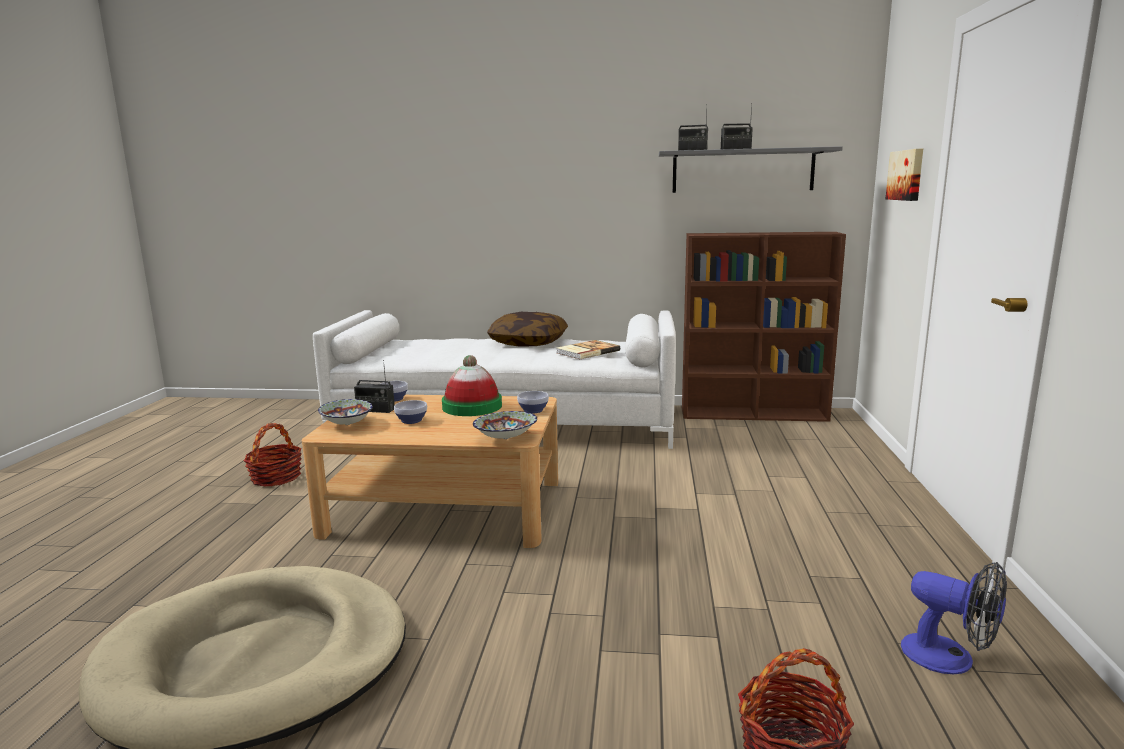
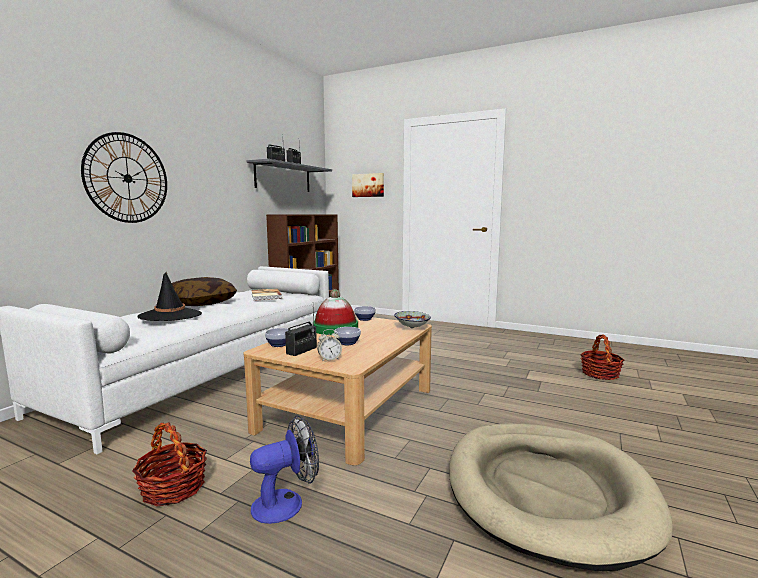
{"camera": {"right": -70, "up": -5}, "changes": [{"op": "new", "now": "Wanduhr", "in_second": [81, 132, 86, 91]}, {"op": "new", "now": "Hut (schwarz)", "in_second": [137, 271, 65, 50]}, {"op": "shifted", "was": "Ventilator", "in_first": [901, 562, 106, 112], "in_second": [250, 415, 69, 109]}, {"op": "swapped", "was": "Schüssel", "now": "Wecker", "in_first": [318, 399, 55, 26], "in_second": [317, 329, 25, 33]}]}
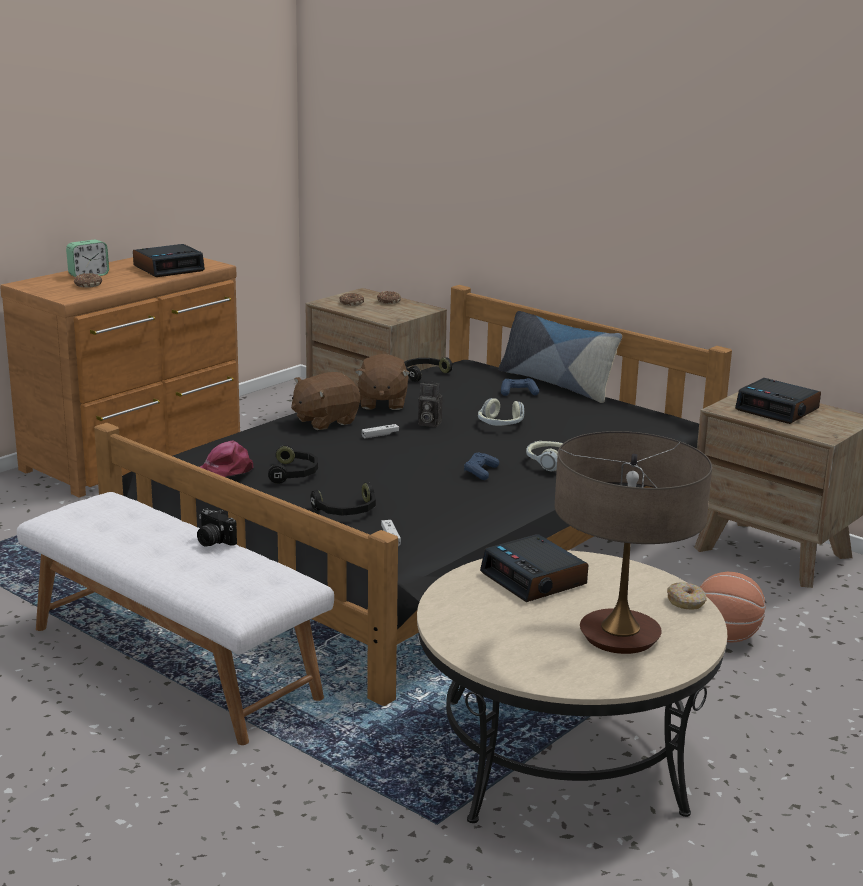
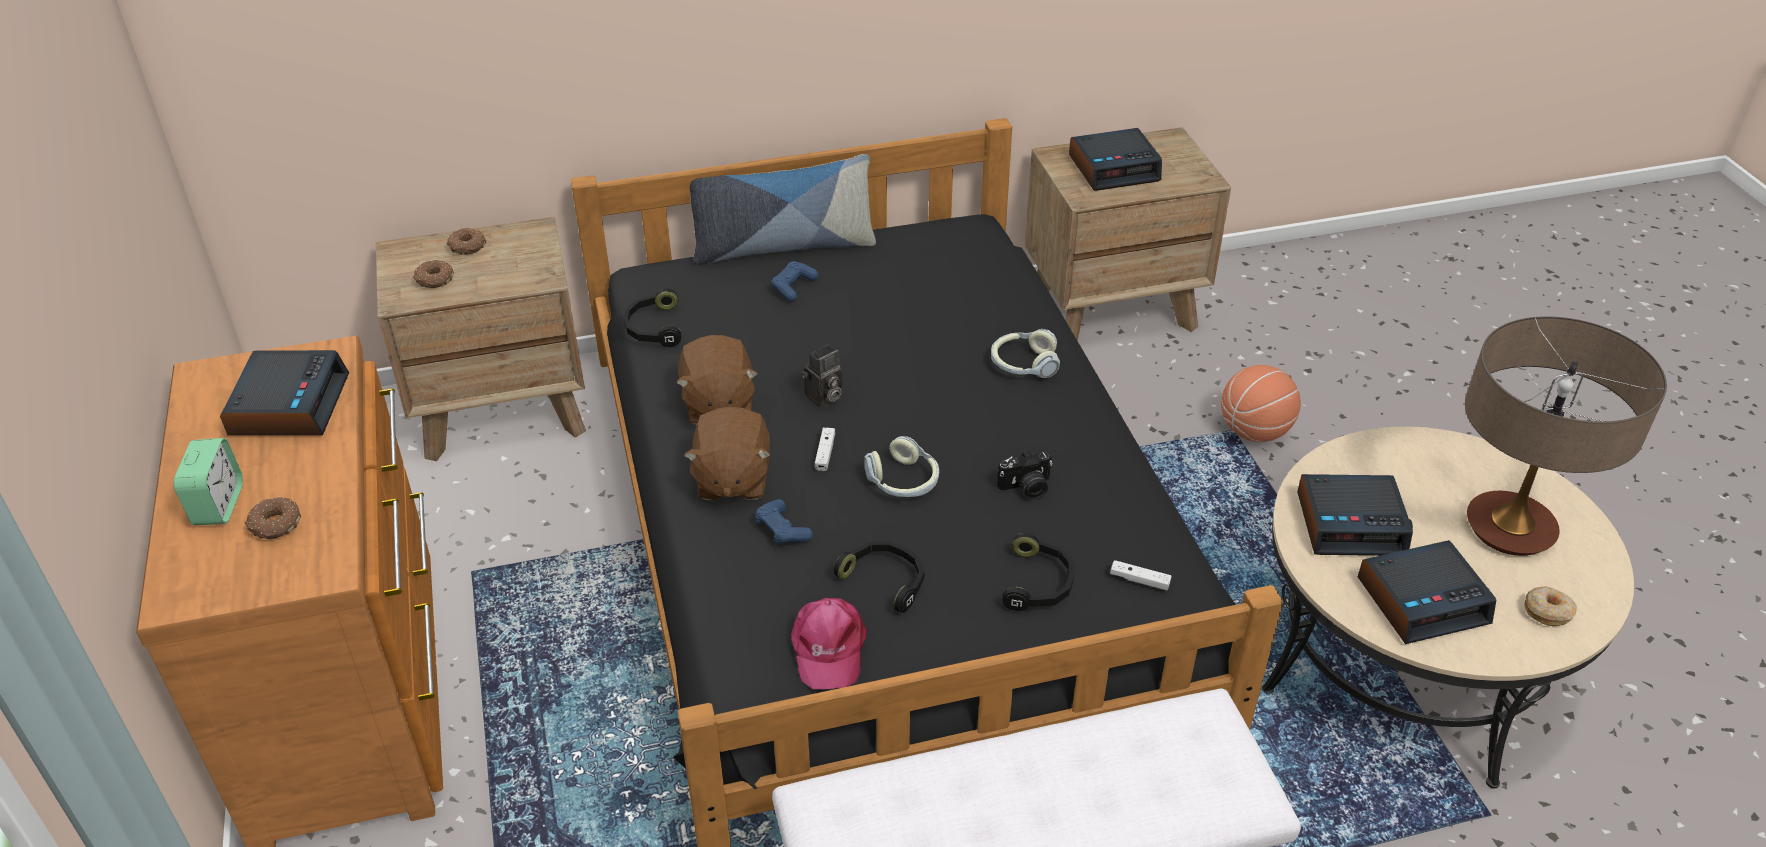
{"camera": {"right": -55, "up": 20}, "changes": [{"op": "new", "now": "Wecker", "in_second": [1358, 540, 138, 104]}, {"op": "shifted", "was": "Kamera", "in_first": [197, 508, 40, 39], "in_second": [997, 451, 56, 49]}, {"op": "shifted", "was": "Gamepad (blau)", "in_first": [464, 452, 35, 28], "in_second": [755, 499, 58, 46]}, {"op": "shifted", "was": "Kopfhörer", "in_first": [478, 398, 46, 28], "in_second": [864, 436, 75, 61]}, {"op": "shifted", "was": "Donut", "in_first": [667, 582, 40, 28], "in_second": [1524, 586, 53, 40]}, {"op": "rotated", "was": "Plüschtier (braun)", "in_first": [355, 354, 55, 56], "in_second": [676, 335, 82, 90], "clockwise": 45}]}
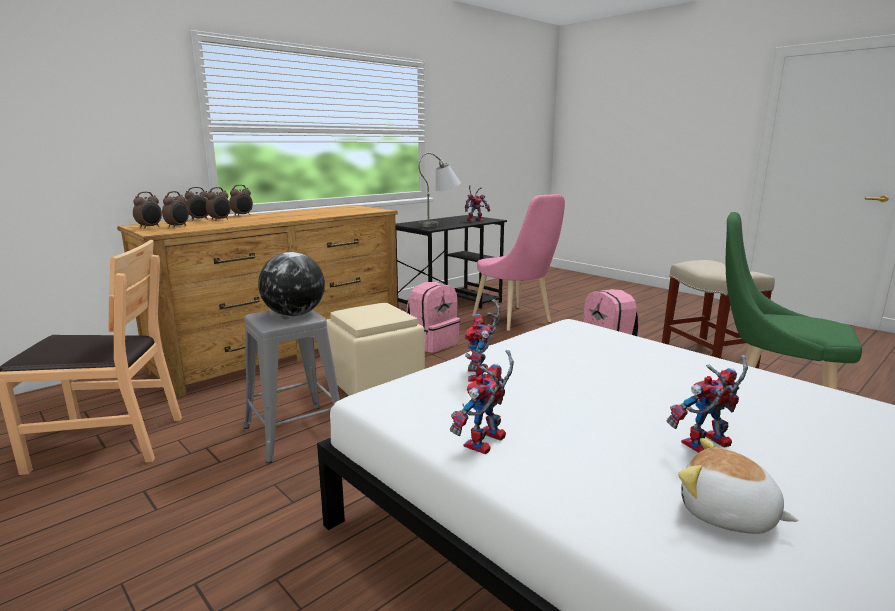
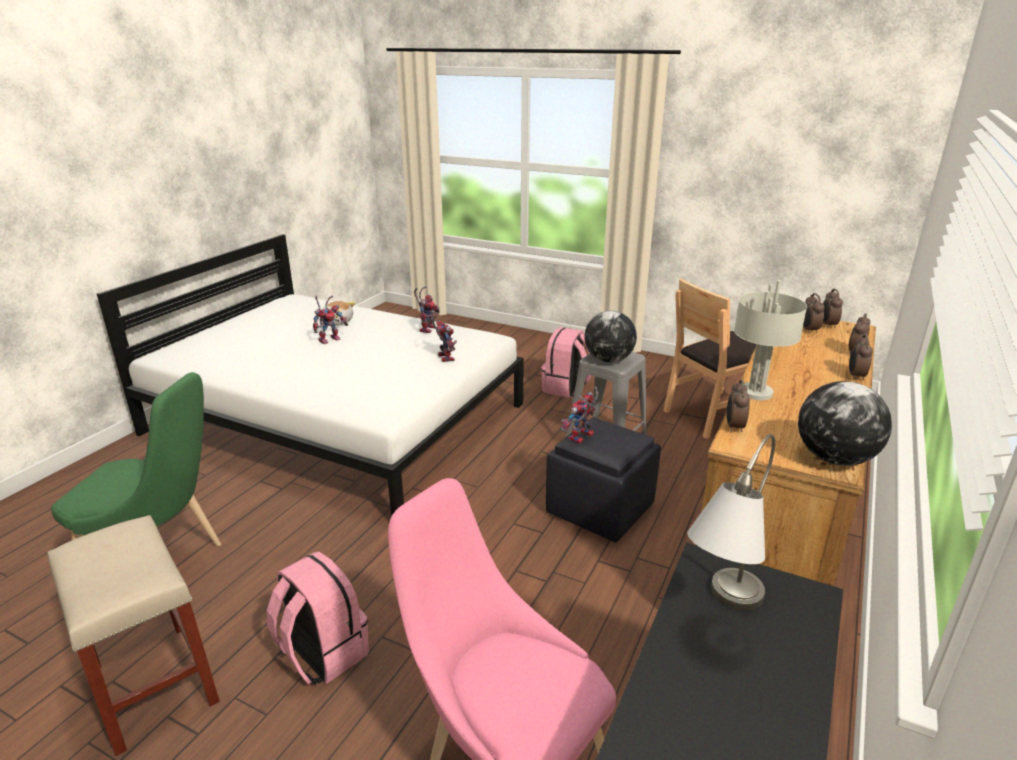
{"camera": {"right": 160, "up": 10}, "changes": [{"op": "new", "now": "Tischlampe (grau)", "in_second": [734, 280, 73, 120]}, {"op": "new", "now": "Globus", "in_second": [798, 381, 94, 85]}, {"op": "shifted", "was": "Wecker", "in_first": [206, 187, 25, 34], "in_second": [727, 380, 23, 53]}, {"op": "shifted", "was": "Rucksack (rosa)", "in_first": [406, 282, 54, 71], "in_second": [541, 327, 50, 71]}, {"op": "shifted", "was": "Spielzeugroboter", "in_first": [465, 185, 25, 37], "in_second": [560, 387, 39, 57]}, {"op": "repainted", "was": "Polsterhocker (beige)", "now": "Polsterhocker (schwarz)", "in_first": [326, 303, 99, 93], "in_second": [546, 417, 115, 125]}]}
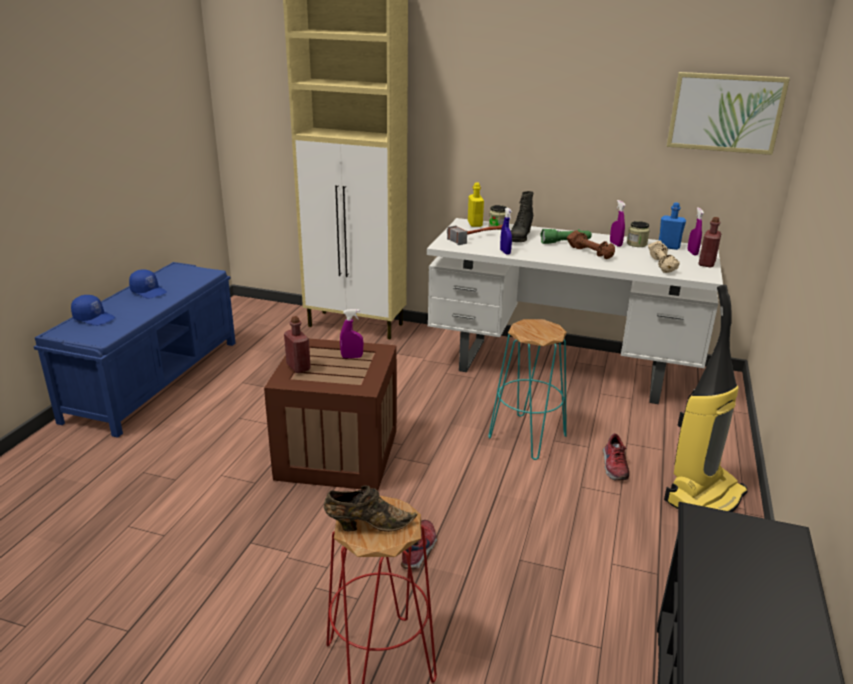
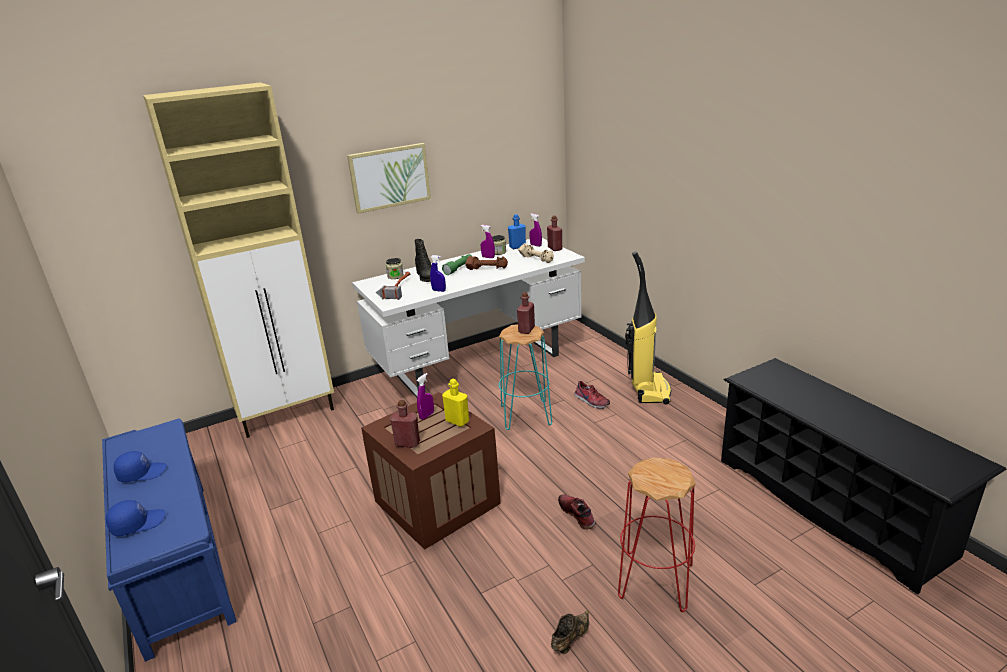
{"camera": {"right": -45, "up": 0}, "changes": [{"op": "new", "now": "Flasche (rot)", "in_second": [517, 292, 18, 42]}, {"op": "shifted", "was": "Schuh (braun)", "in_first": [324, 485, 94, 47], "in_second": [551, 610, 38, 44]}, {"op": "shifted", "was": "Flasche (gelb)", "in_first": [468, 183, 16, 44], "in_second": [442, 379, 27, 48]}, {"op": "shifted", "was": "Bild", "in_first": [667, 72, 123, 83], "in_second": [347, 143, 84, 71]}]}
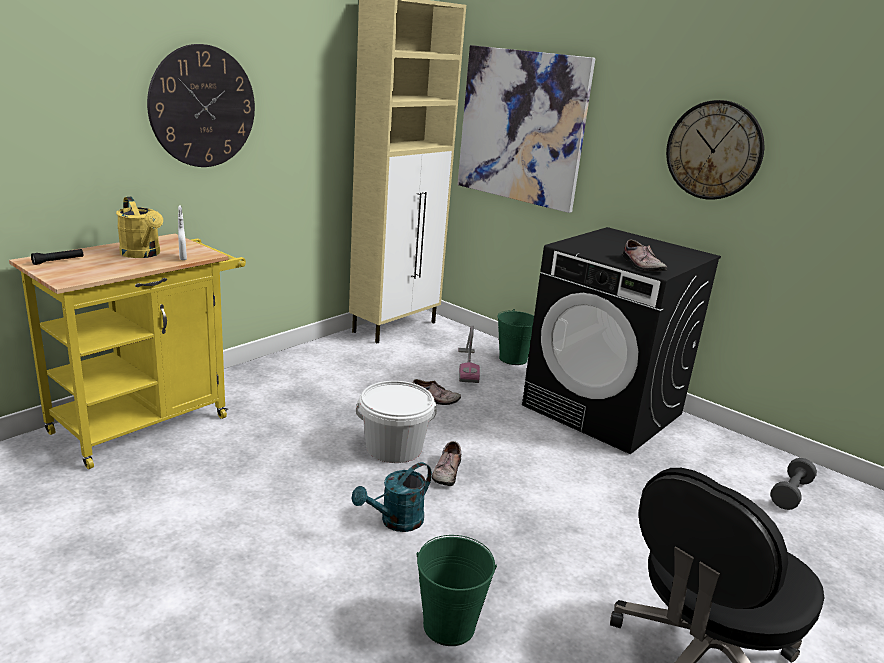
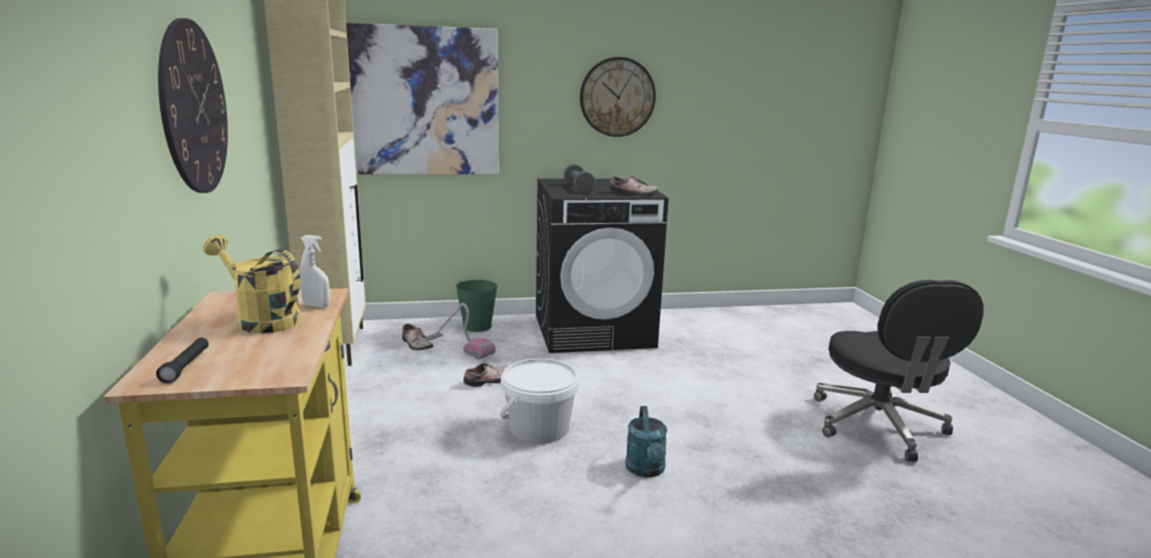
{"camera": {"right": -50, "up": -5}, "changes": [{"op": "gone", "was": "Eimer (grün)", "in_first": [417, 535, 80, 111]}, {"op": "shifted", "was": "Schuh", "in_first": [432, 441, 29, 45], "in_second": [402, 324, 31, 26]}, {"op": "shifted", "was": "Hantel (grau)", "in_first": [770, 458, 47, 52], "in_second": [564, 164, 32, 30]}, {"op": "rotated", "was": "Gießkanne (gelb)", "in_first": [116, 197, 47, 61], "in_second": [203, 235, 98, 98], "clockwise": -150}]}
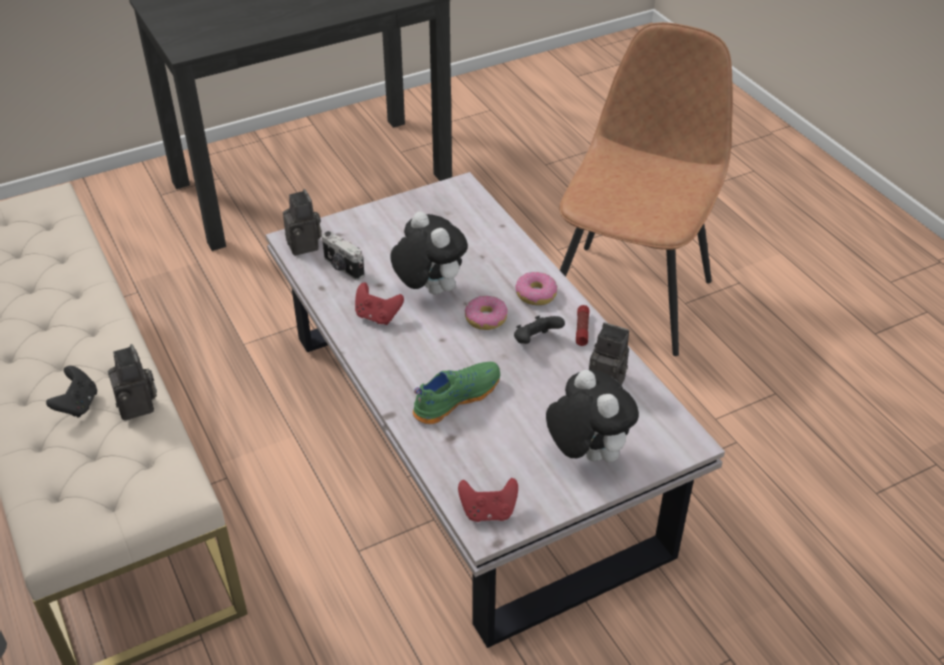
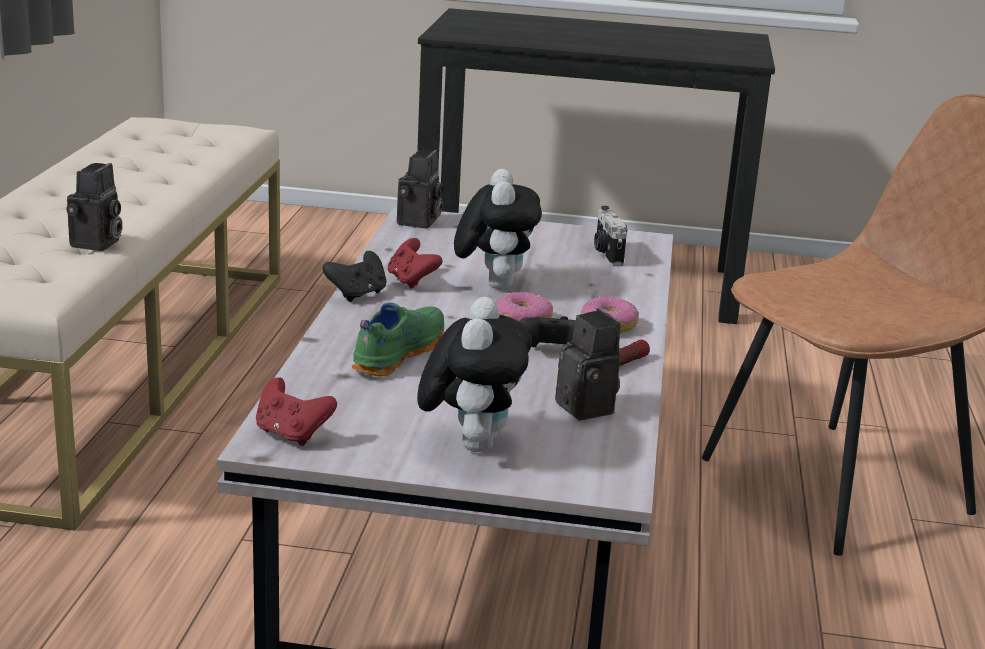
{"camera": {"right": 35, "up": -20}, "changes": [{"op": "shifted", "was": "Gamepad (schwarz)", "in_first": [46, 366, 51, 52], "in_second": [322, 251, 65, 51]}, {"op": "shifted", "was": "Kamera", "in_first": [322, 231, 43, 49], "in_second": [594, 206, 33, 60]}, {"op": "rotated", "was": "Schuh (grün)", "in_first": [413, 362, 87, 62], "in_second": [352, 302, 92, 75], "clockwise": -60}]}
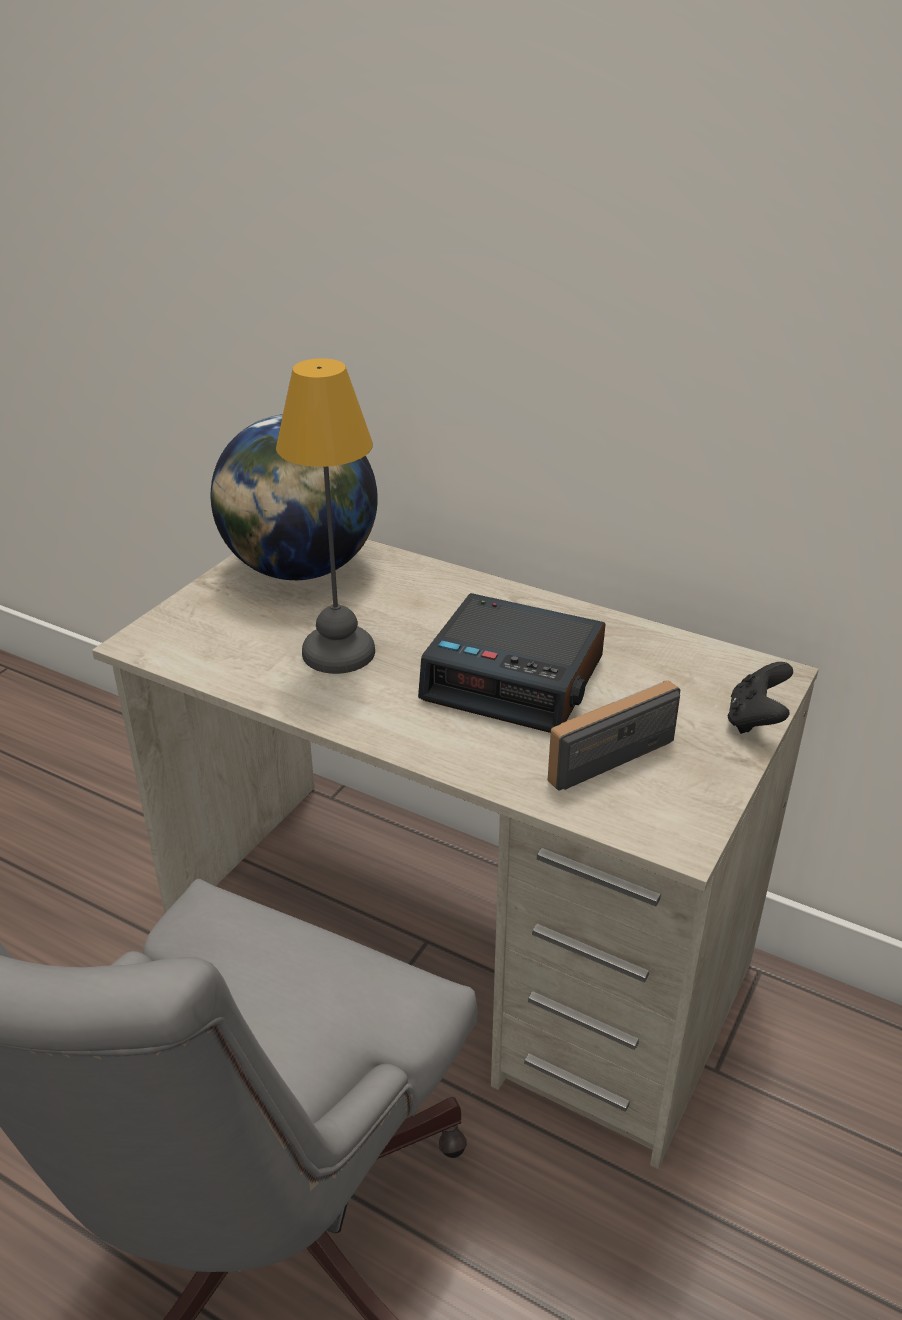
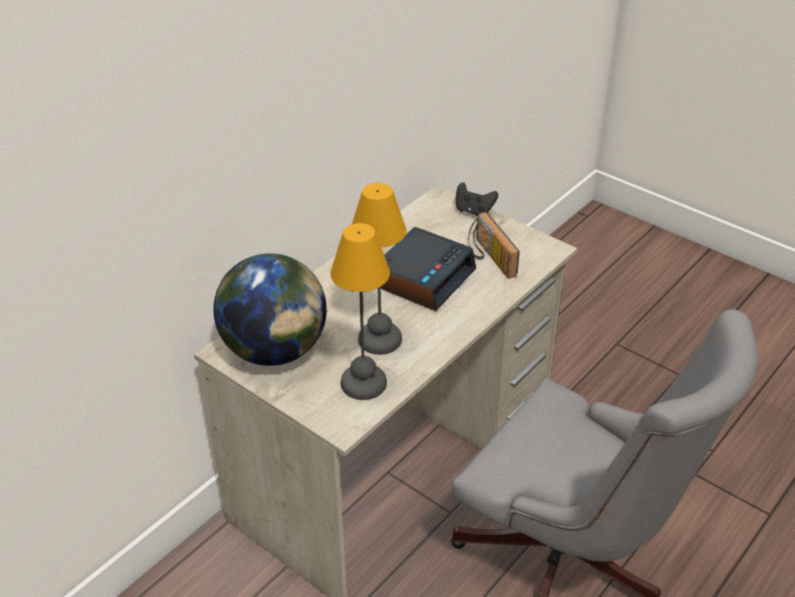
{"camera": {"right": -80, "up": 5}, "changes": [{"op": "new", "now": "Tischlampe", "in_second": [330, 223, 60, 177]}]}
